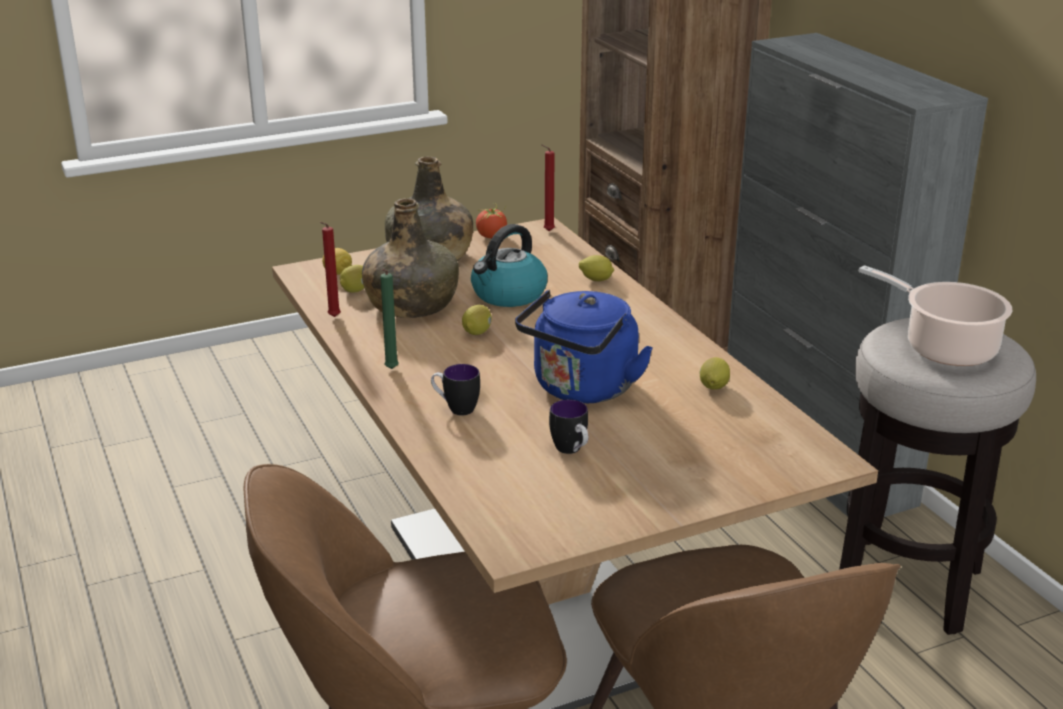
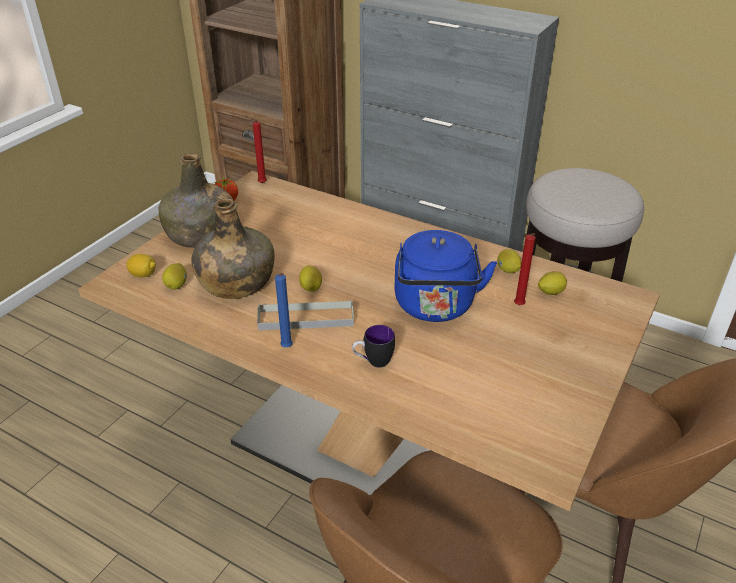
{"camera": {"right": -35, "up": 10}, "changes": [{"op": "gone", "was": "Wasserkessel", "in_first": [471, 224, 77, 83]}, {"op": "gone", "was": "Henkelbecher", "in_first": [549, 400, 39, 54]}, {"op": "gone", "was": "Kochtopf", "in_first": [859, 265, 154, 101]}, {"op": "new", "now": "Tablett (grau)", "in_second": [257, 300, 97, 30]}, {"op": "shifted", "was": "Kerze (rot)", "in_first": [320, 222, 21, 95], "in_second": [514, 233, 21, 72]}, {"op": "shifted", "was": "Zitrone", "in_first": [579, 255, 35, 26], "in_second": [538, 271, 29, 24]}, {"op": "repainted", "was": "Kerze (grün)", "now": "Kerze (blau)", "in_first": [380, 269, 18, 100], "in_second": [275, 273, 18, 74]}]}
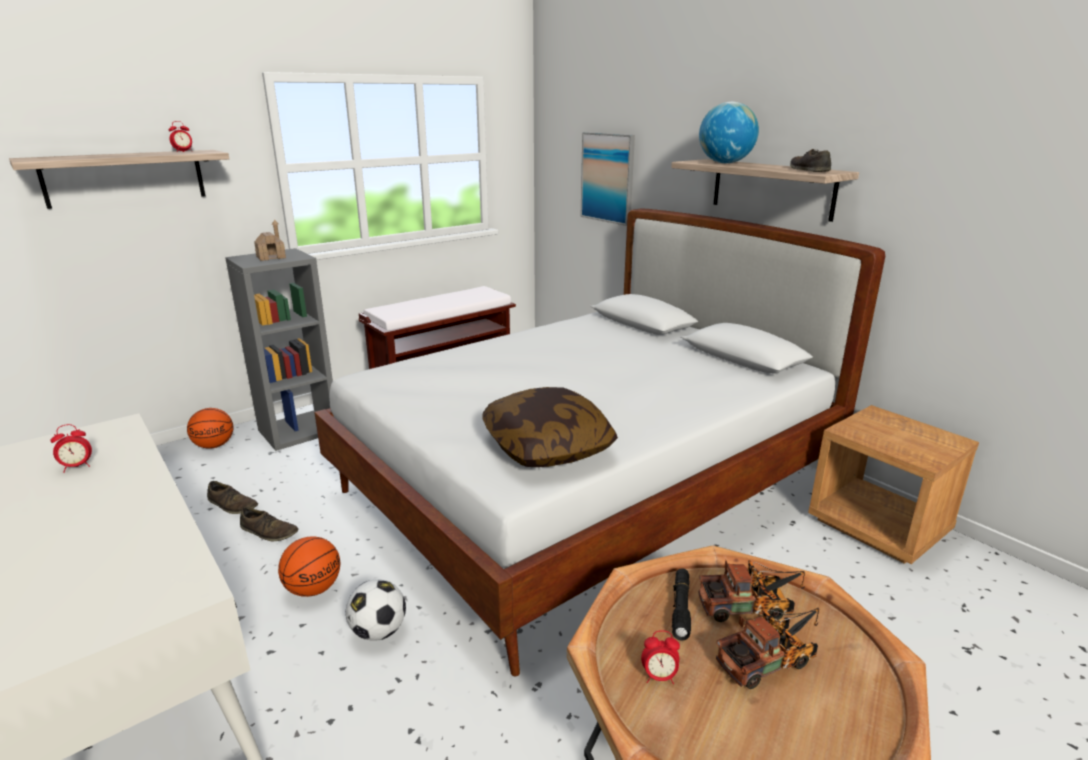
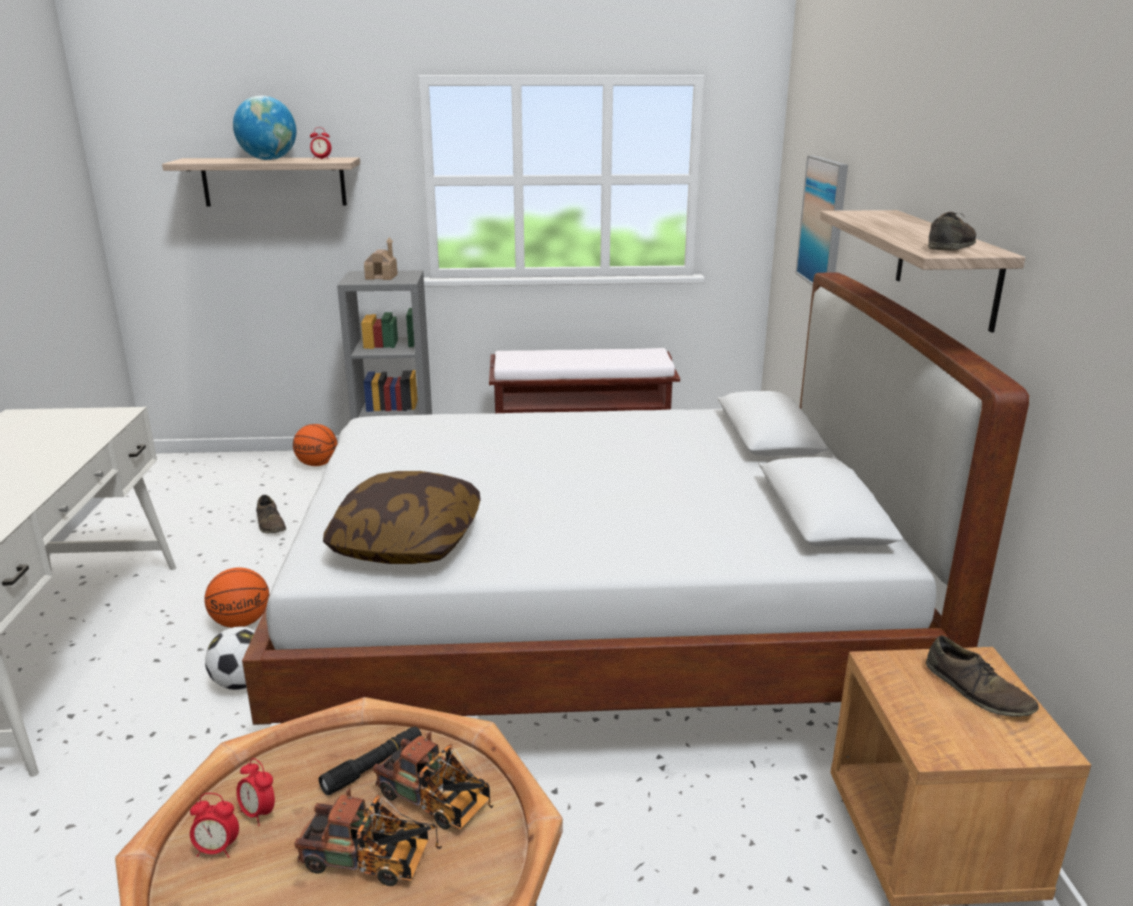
{"camera": {"right": 35, "up": 0}, "changes": [{"op": "shifted", "was": "Wecker", "in_first": [50, 424, 42, 49], "in_second": [190, 793, 49, 65]}, {"op": "shifted", "was": "Schuh (braun)", "in_first": [240, 507, 58, 34], "in_second": [926, 636, 113, 81]}, {"op": "shifted", "was": "Globus", "in_first": [699, 101, 60, 62], "in_second": [233, 95, 63, 65]}]}
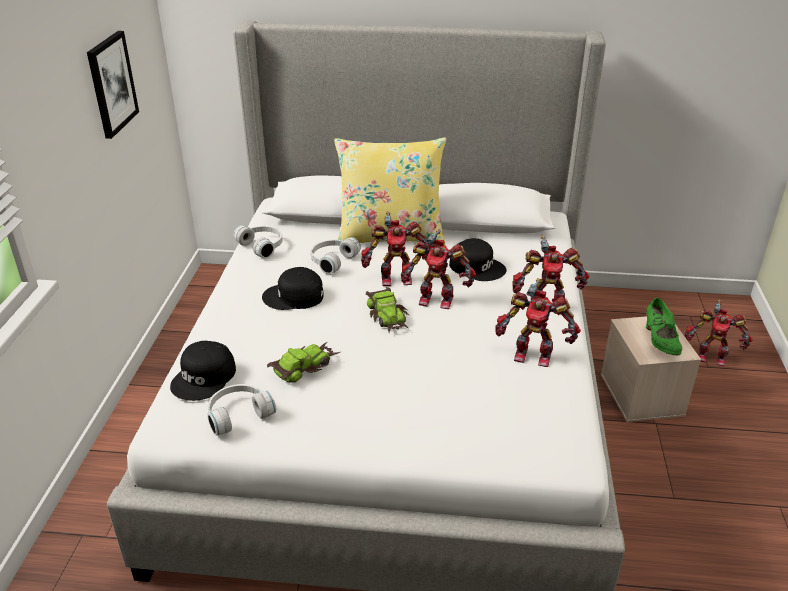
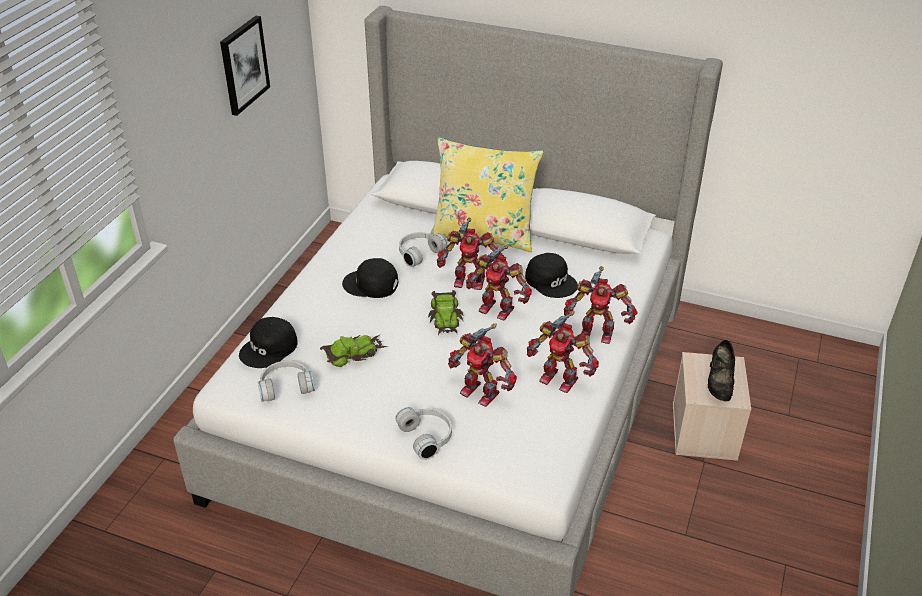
{"camera": {"right": 15, "up": 5}, "changes": [{"op": "shifted", "was": "Kopfhörer (weiß)", "in_first": [233, 225, 50, 33], "in_second": [395, 407, 57, 53]}, {"op": "shifted", "was": "Spielzeugroboter", "in_first": [685, 299, 68, 67], "in_second": [448, 323, 69, 84]}, {"op": "repainted", "was": "Schuh (grün)", "now": "Schuh (schwarz)", "in_first": [646, 298, 36, 57], "in_second": [708, 340, 27, 61]}]}
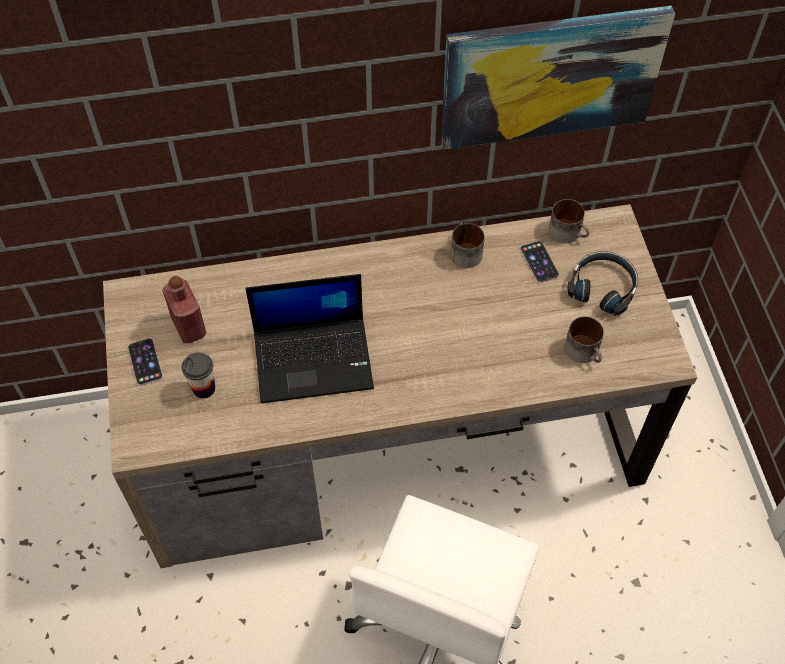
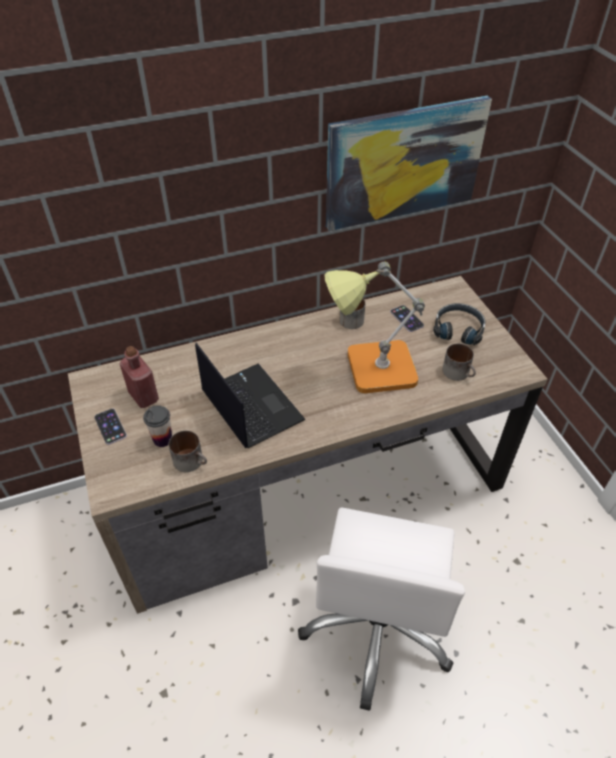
{"camera": {"right": -10, "up": -10}, "changes": [{"op": "new", "now": "Tischlampe", "in_second": [324, 261, 101, 132]}, {"op": "shifted", "was": "Henkelbecher", "in_first": [549, 199, 40, 44], "in_second": [169, 431, 38, 41]}, {"op": "rotated", "was": "Laptop", "in_first": [245, 274, 129, 130], "in_second": [195, 343, 111, 105], "clockwise": -105}]}
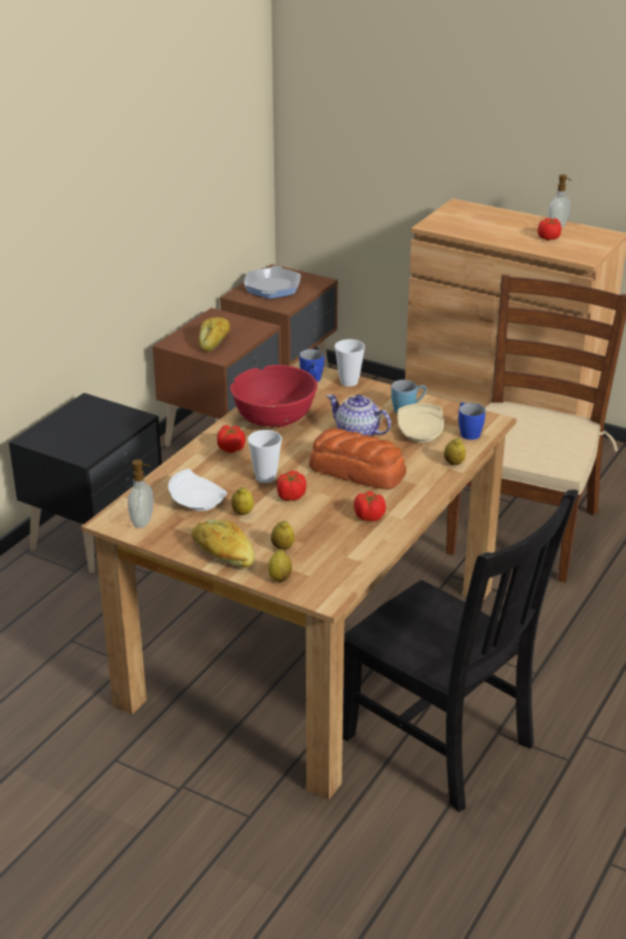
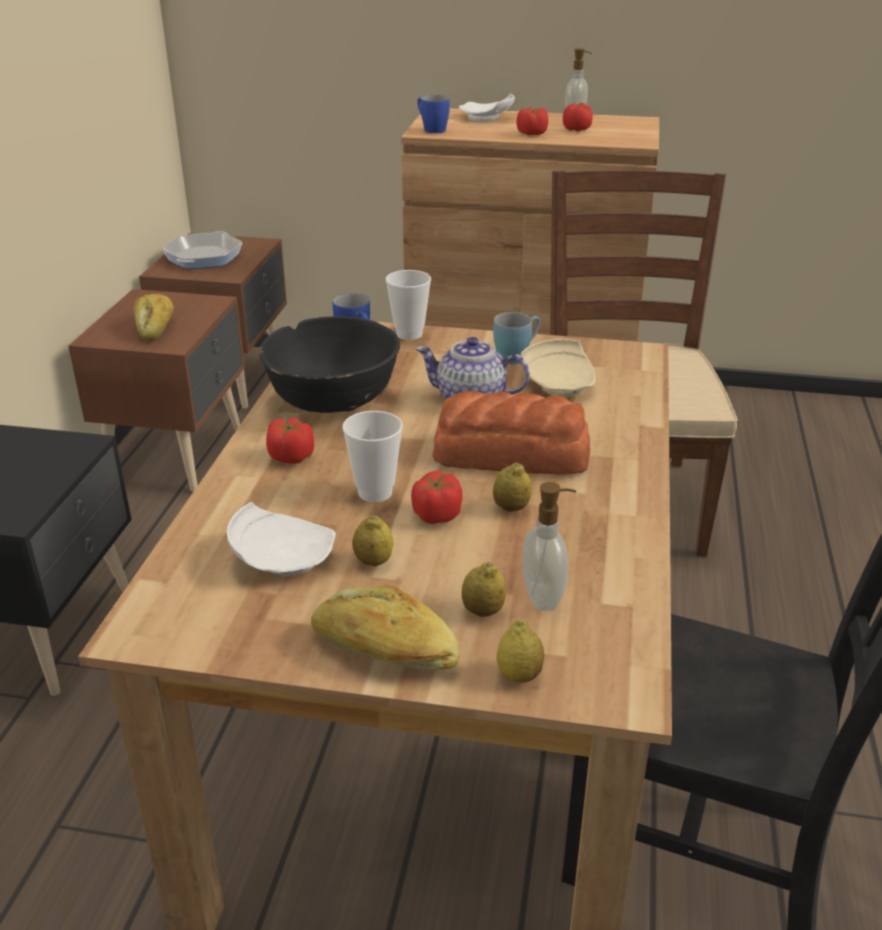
{"camera": {"right": -20, "up": 0}, "changes": [{"op": "new", "now": "Teller (weiß)", "in_second": [459, 94, 56, 27]}, {"op": "shifted", "was": "Seifenspender", "in_first": [128, 459, 25, 69], "in_second": [523, 482, 53, 129]}, {"op": "shifted", "was": "Tomate", "in_first": [354, 491, 32, 30], "in_second": [517, 107, 31, 28]}, {"op": "shifted", "was": "Zitrone", "in_first": [444, 438, 22, 27], "in_second": [493, 462, 39, 50]}, {"op": "shifted", "was": "Henkelbecher (blau)", "in_first": [458, 402, 27, 38], "in_second": [417, 95, 33, 38]}, {"op": "repainted", "was": "Schüssel (rot)", "now": "Schüssel (schwarz)", "in_first": [230, 365, 88, 63], "in_second": [260, 316, 140, 97]}, {"op": "rotated", "was": "Pfanne", "in_first": [244, 266, 57, 33], "in_second": [162, 231, 81, 38], "clockwise": -150}]}
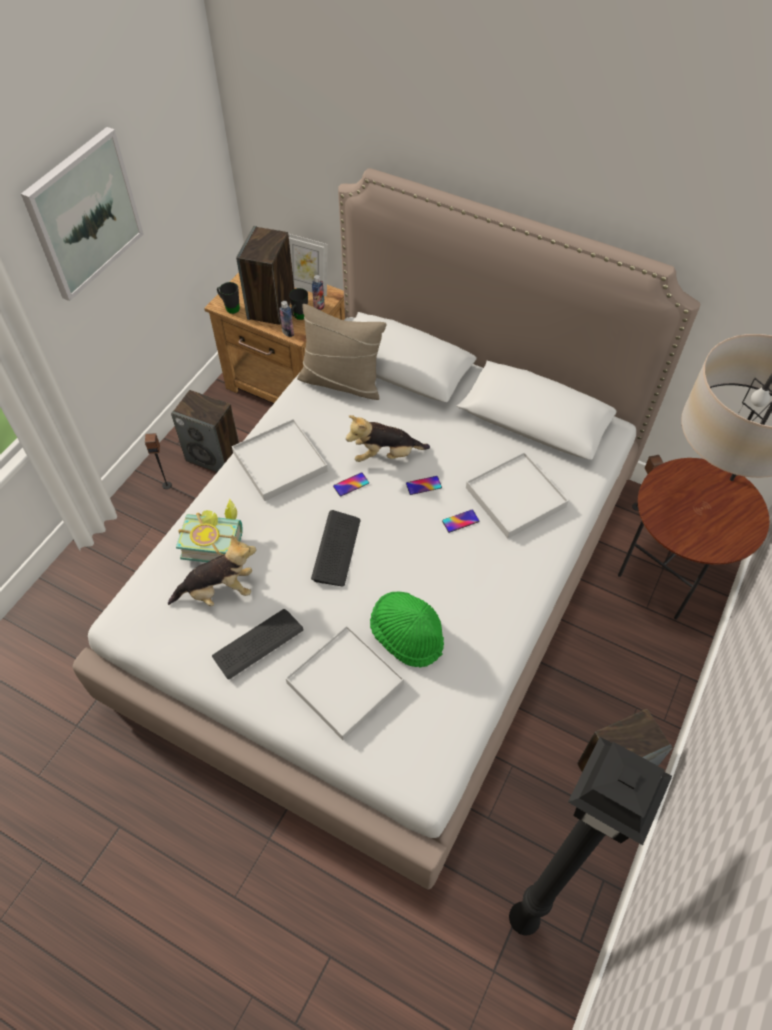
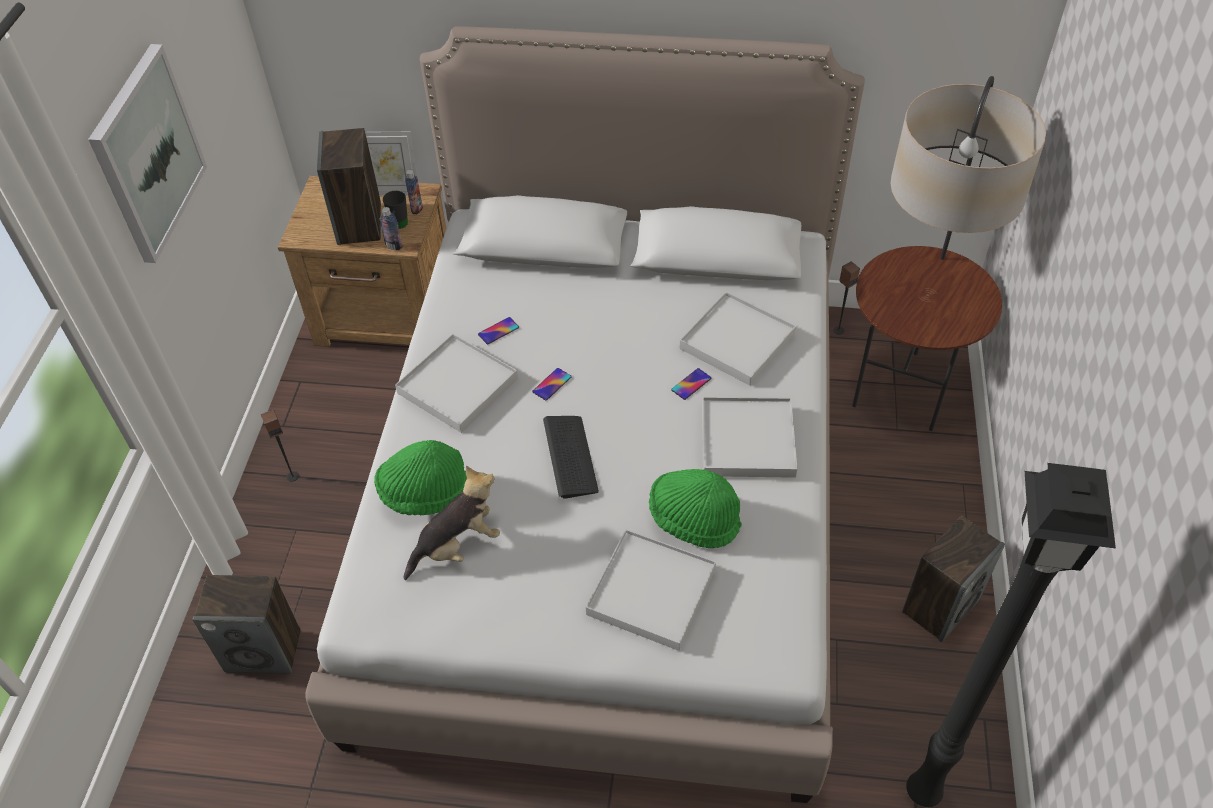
{"camera": {"right": -20, "up": -5}, "changes": [{"op": "gone", "was": "Tastatur", "in_first": [212, 609, 92, 70]}, {"op": "gone", "was": "Henkelbecher (schwarz)", "in_first": [217, 282, 23, 32]}, {"op": "gone", "was": "Kissen (beige)", "in_first": [297, 304, 90, 96]}, {"op": "gone", "was": "Plüschtier", "in_first": [346, 415, 84, 47]}, {"op": "new", "now": "Tablett (weiß)", "in_second": [702, 397, 95, 81]}, {"op": "shifted", "was": "Lautsprecher", "in_first": [171, 390, 68, 82], "in_second": [192, 575, 109, 99]}, {"op": "shifted", "was": "Handy", "in_first": [406, 476, 36, 19], "in_second": [478, 317, 41, 27]}, {"op": "swapped", "was": "Buch", "now": "Hut (grün)", "in_first": [176, 499, 67, 63], "in_second": [374, 440, 93, 75]}]}
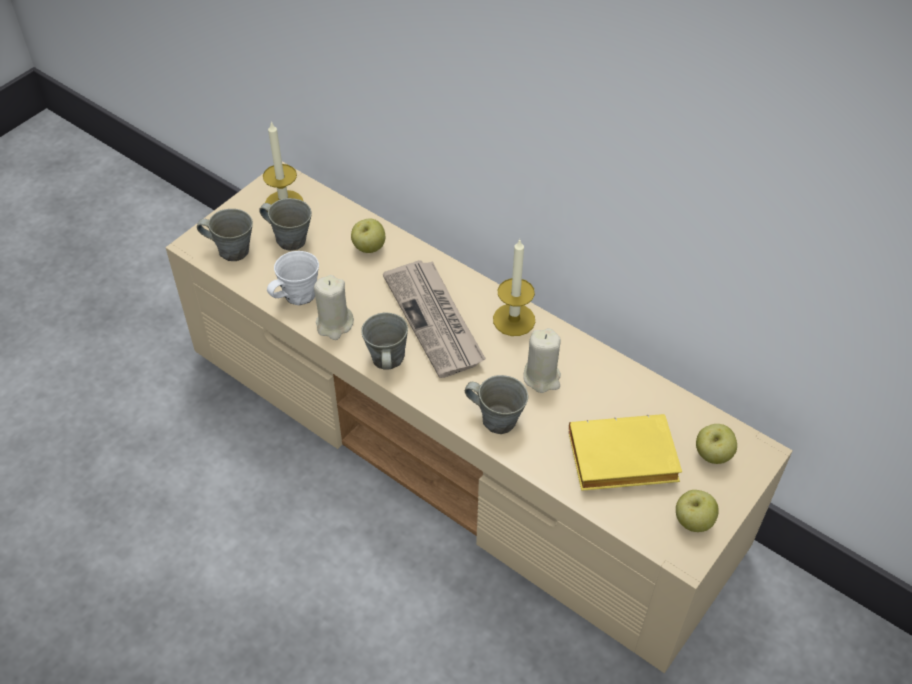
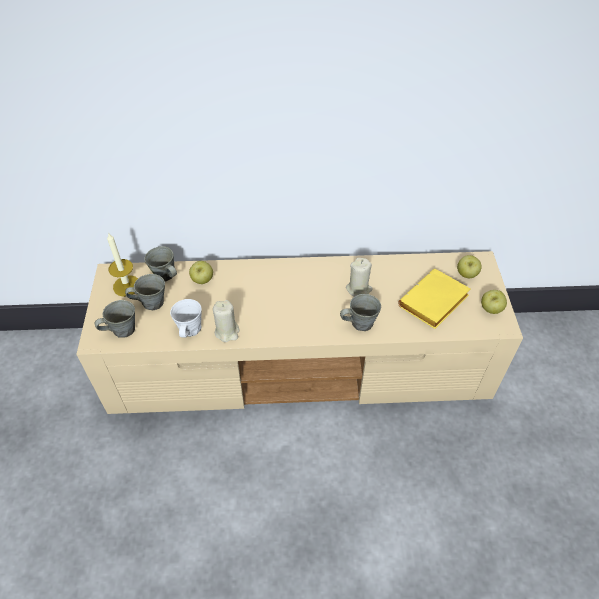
{"camera": {"right": -40, "up": 0}, "changes": [{"op": "gone", "was": "Zeitung", "in_first": [383, 260, 103, 118]}, {"op": "gone", "was": "Kerze", "in_first": [493, 239, 42, 97]}, {"op": "shifted", "was": "Henkelbecher (grau)", "in_first": [361, 312, 47, 58], "in_second": [144, 246, 33, 35]}]}
